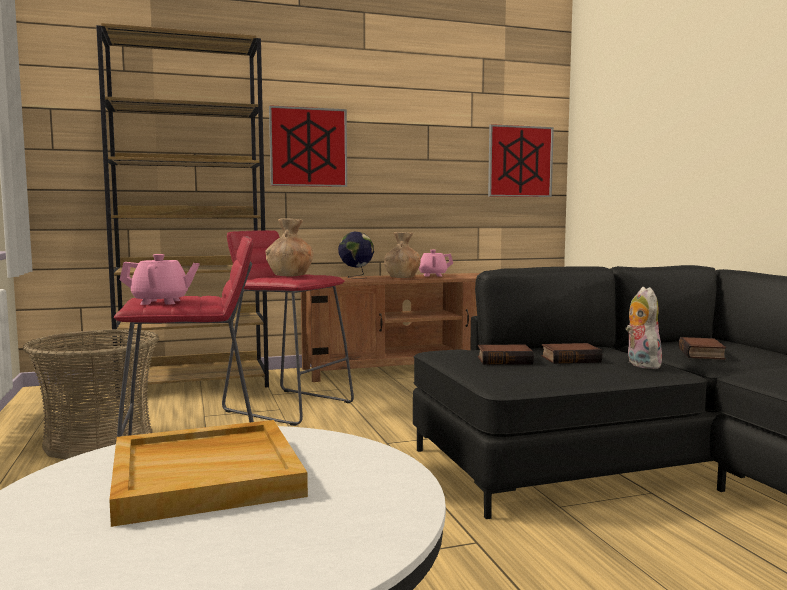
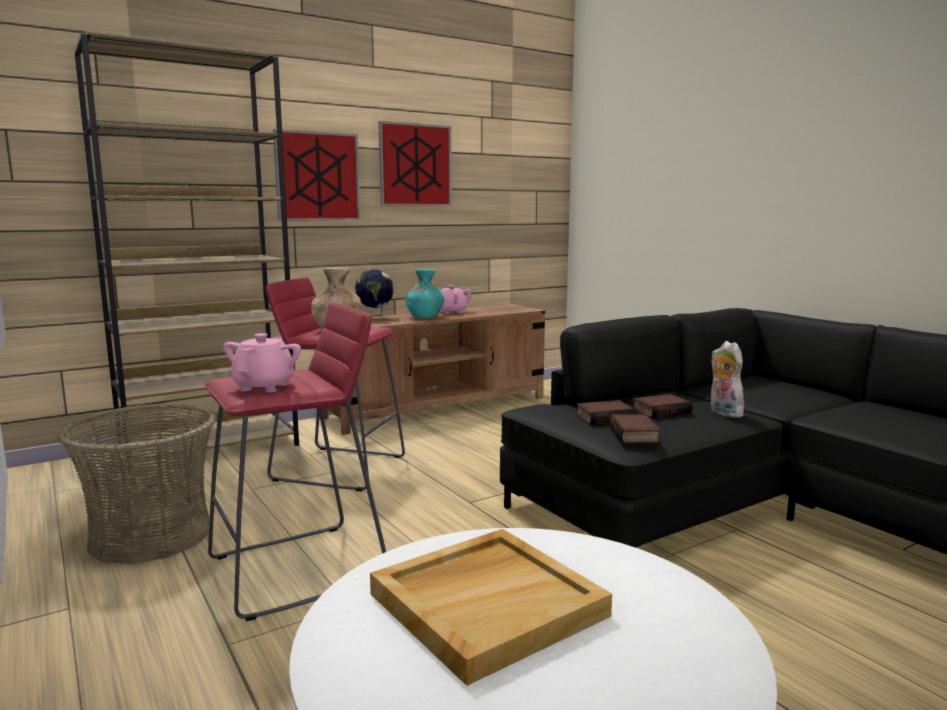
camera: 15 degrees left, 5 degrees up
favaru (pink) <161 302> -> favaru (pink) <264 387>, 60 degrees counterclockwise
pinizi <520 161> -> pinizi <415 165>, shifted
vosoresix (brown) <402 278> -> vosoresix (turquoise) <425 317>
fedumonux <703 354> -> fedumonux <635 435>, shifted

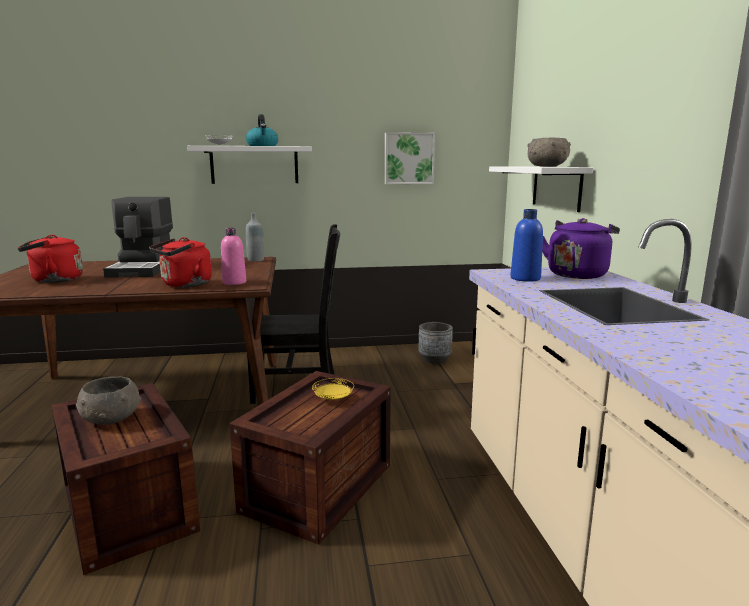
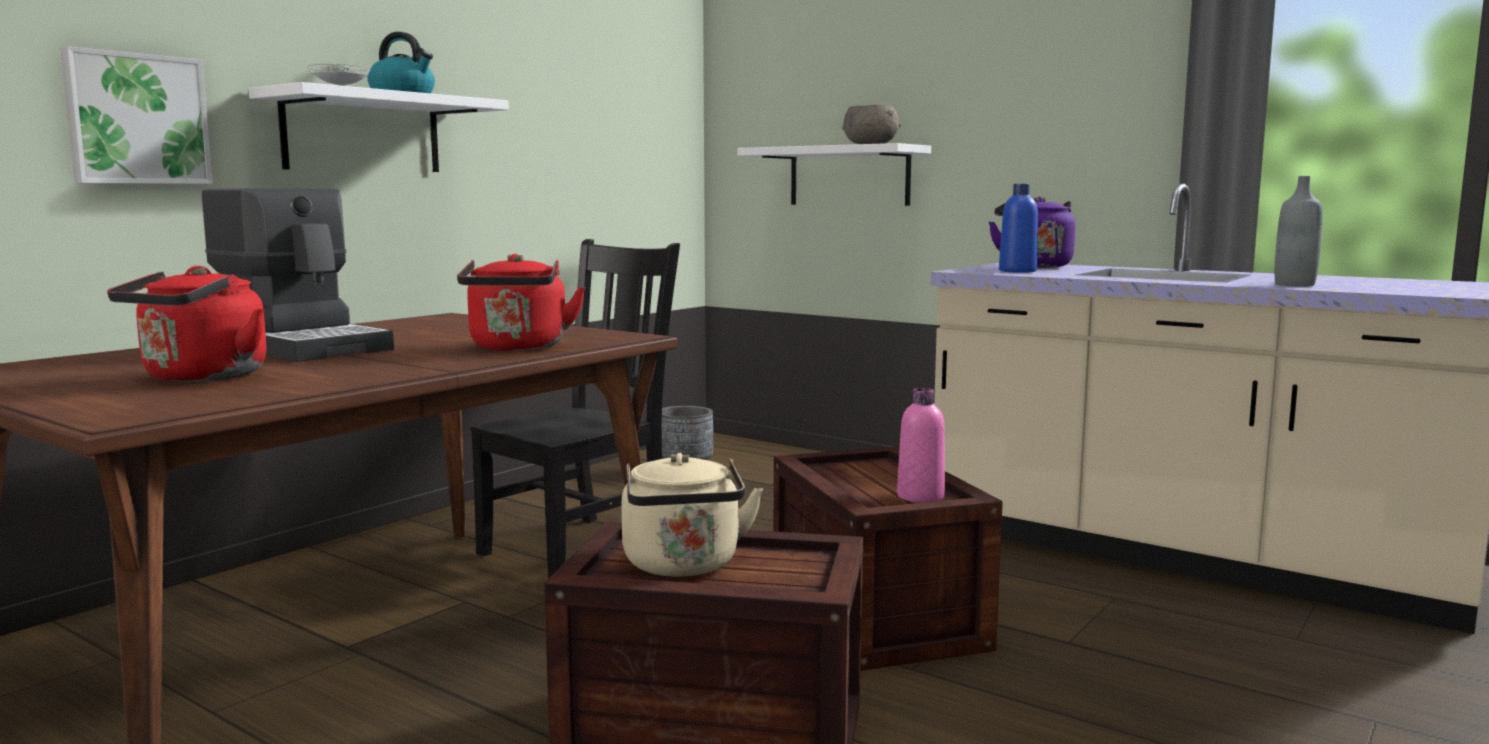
camera: 45 degrees left, 5 degrees down
pinizi <408 158> -> pinizi <136 119>, shifted
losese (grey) <110 419> -> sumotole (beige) <684 566>
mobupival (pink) <234 282> -> mobupival (pink) <920 496>, shifted
mobupival (grey) <256 260> -> mobupival (grey) <1294 285>, shifted
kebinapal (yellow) <333 399> -> none

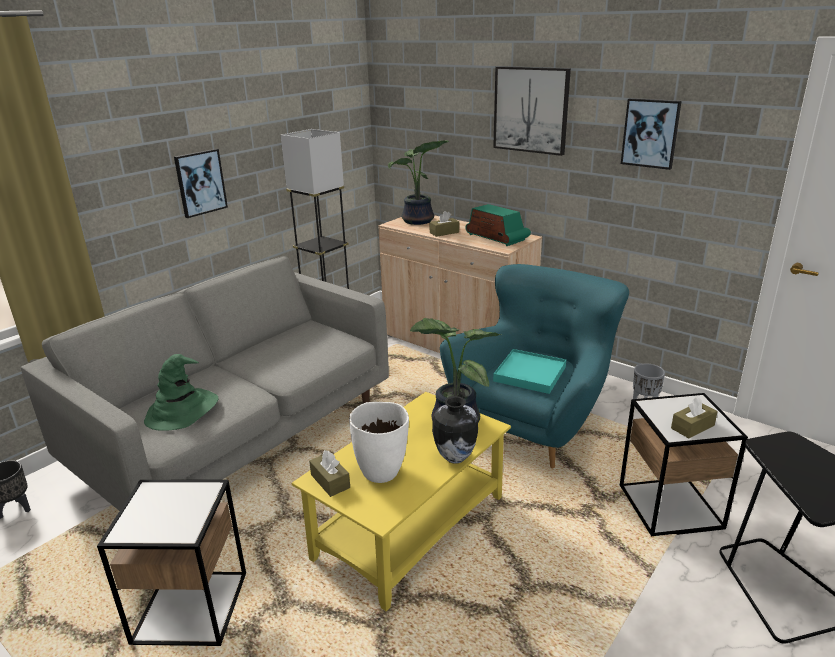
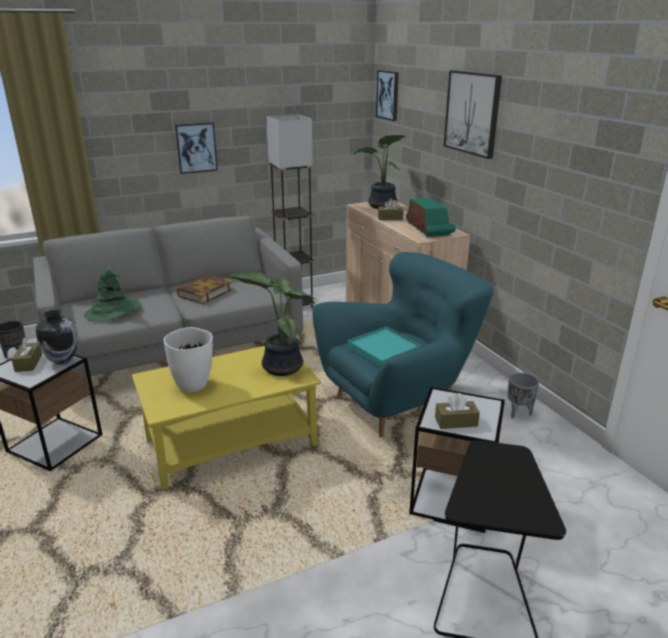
camera: 25 degrees right, 0 degrees up
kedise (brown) <330 481> -> kedise (brown) <28 363>, shifted
vosoresix <454 457> -> vosoresix <63 361>, shifted
none -> fedumonux <205 293>
pinizi <650 133> -> pinizi <388 95>, shifted

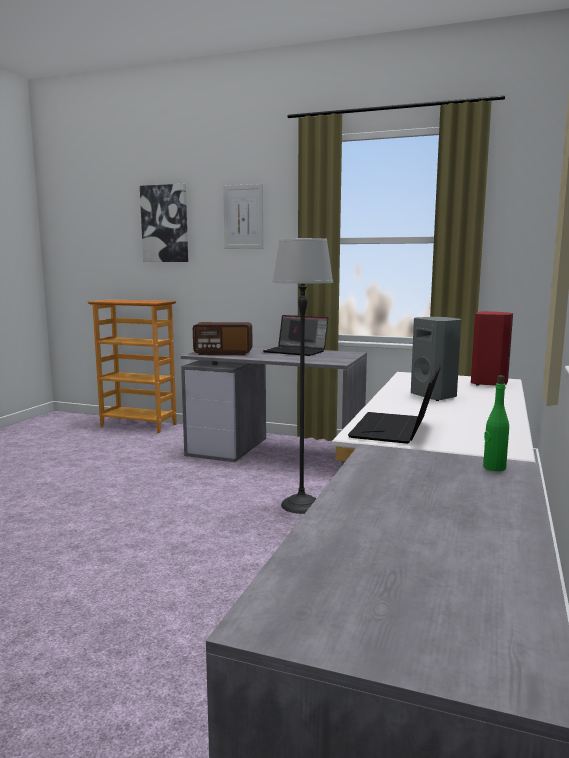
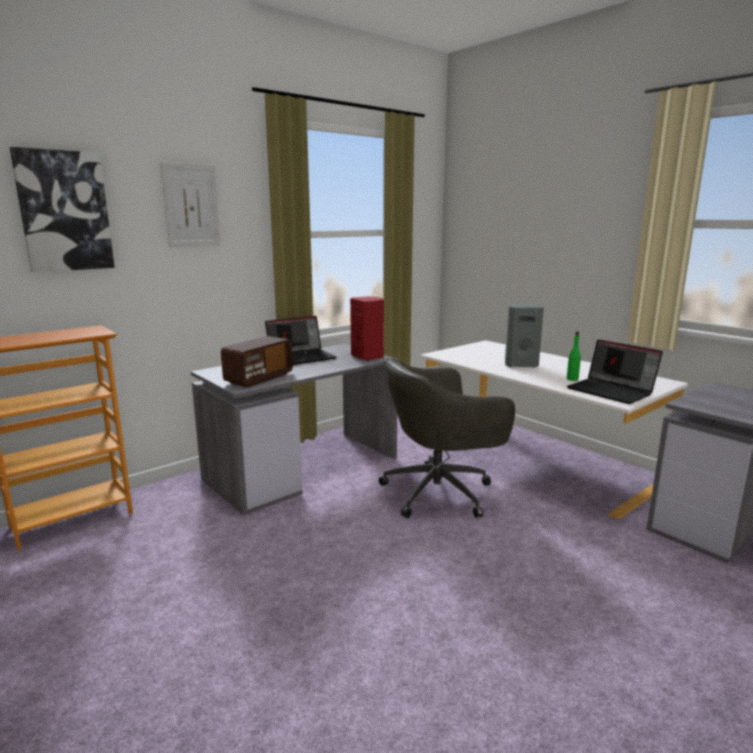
camera: 60 degrees left, 5 degrees up
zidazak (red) <489 383> -> zidazak (red) <368 357>, shifted
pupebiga <301 505> -> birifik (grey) <440 492>
mobupival (green) <494 467> -> mobupival (green) <572 379>, shifted

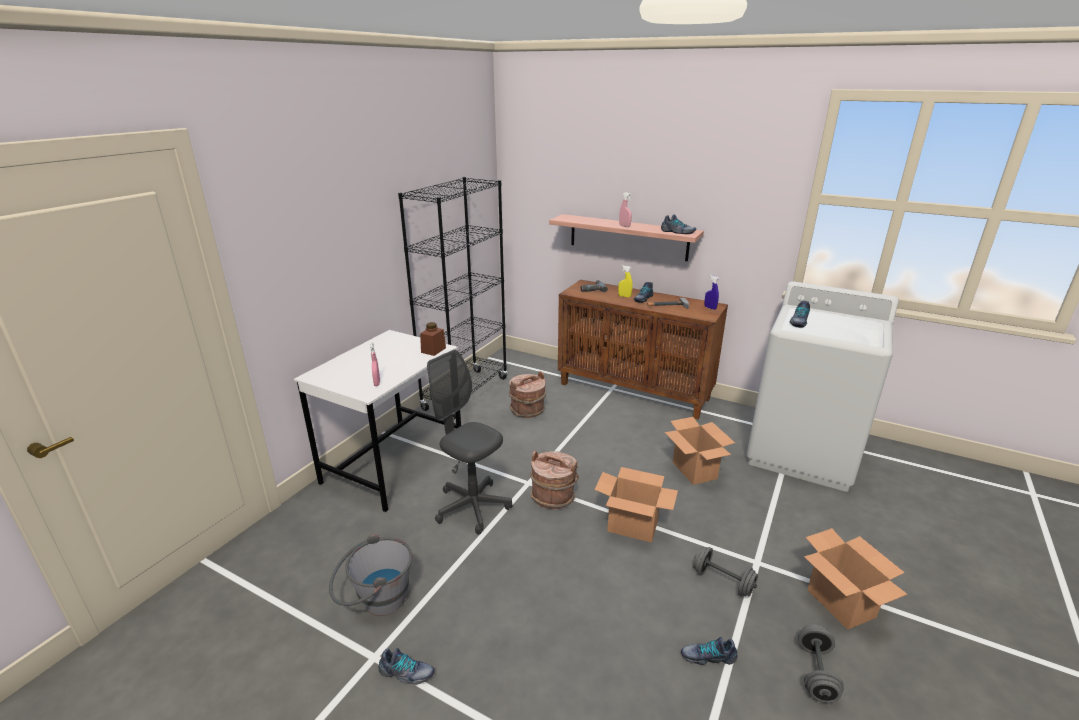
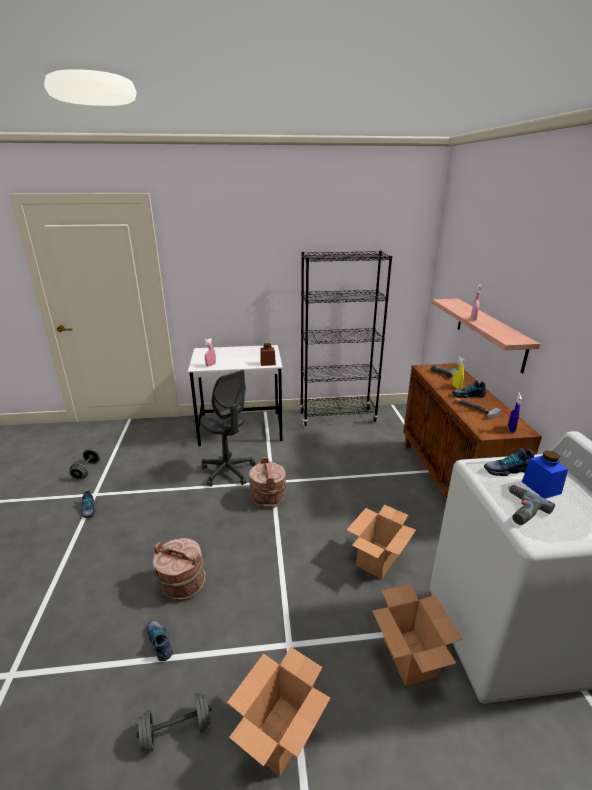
camera: 55 degrees right, 0 degrees up
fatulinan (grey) <722 581> -> fatulinan (grey) <87 470>, shifted
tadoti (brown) <527 410> -> tadoti (brown) <182 585>, shifted
birifik (grey) <472 507> -> birifik (grey) <228 471>, 135 degrees clockwise
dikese <633 526> -> dikese <410 658>, shifted
none -> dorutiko <520 509>
none -> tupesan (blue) <541 487>
tadoti (grey) <375 602> -> none
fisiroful <677 232> -> none

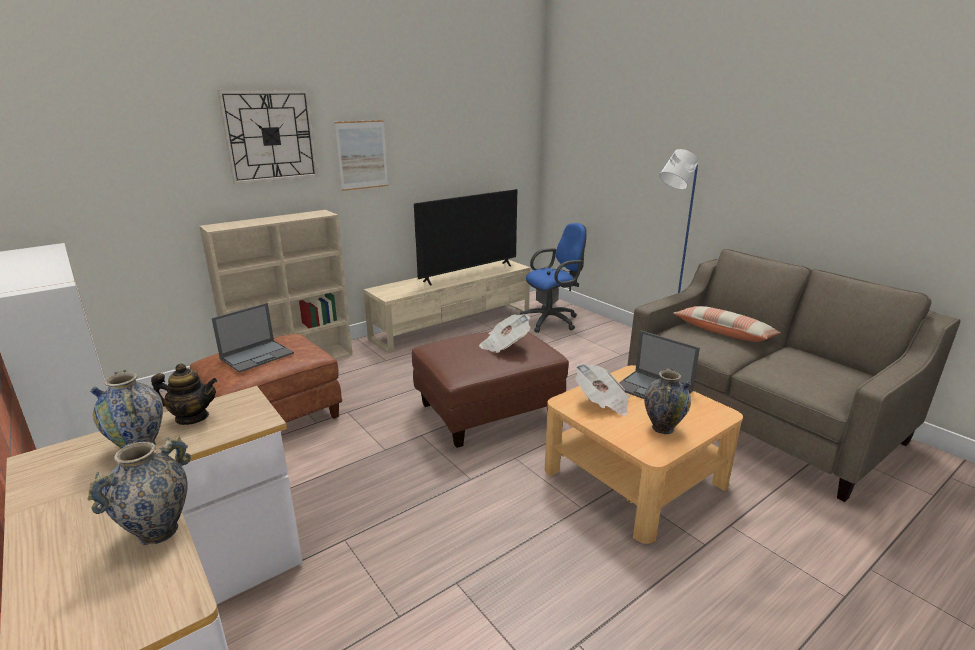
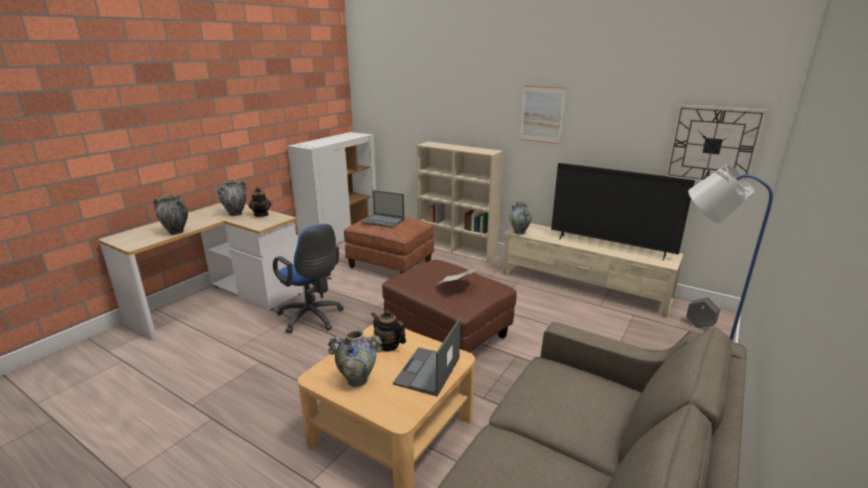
camera: 70 degrees right, 0 degrees up
birifik (blue) <552 321> -> birifik (blue) <312 318>, shifted
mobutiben <602 402> -> favaru <388 345>
none -> vosoresix <519 232>
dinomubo <270 136> -> dinomubo <712 145>, shifted
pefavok <723 333> -> none

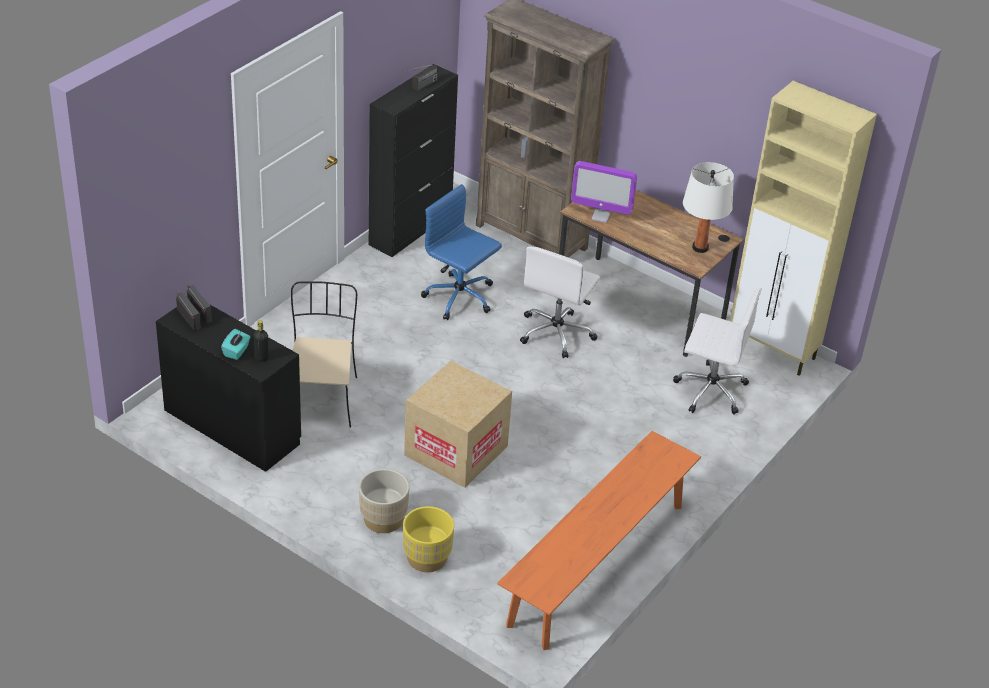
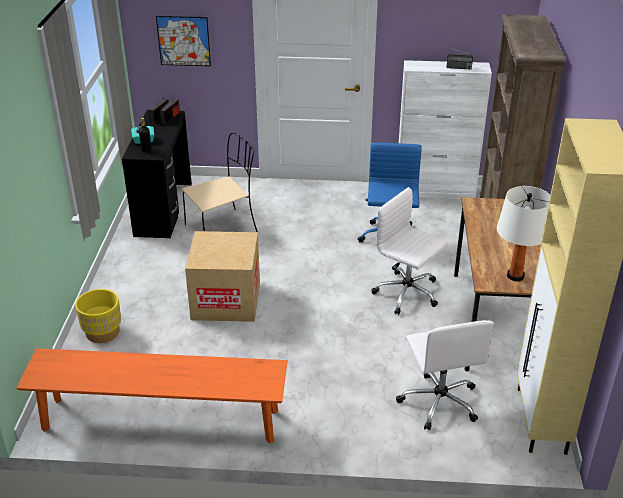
camera: 60 degrees right, 5 degrees down
none -> pinizi <183 41>
birifik (white) <556 333> -> birifik (white) <408 294>, 45 degrees clockwise
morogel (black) <411 229> -> morogel (white) <435 191>
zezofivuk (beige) <383 519> -> none
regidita <600 216> -> none

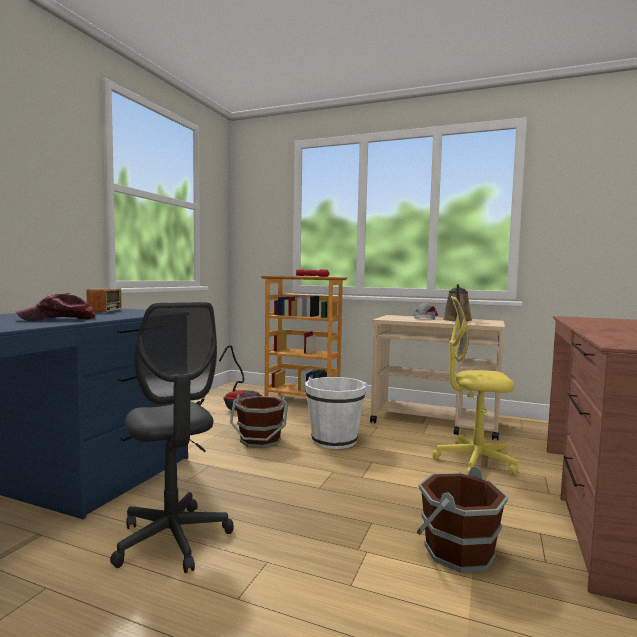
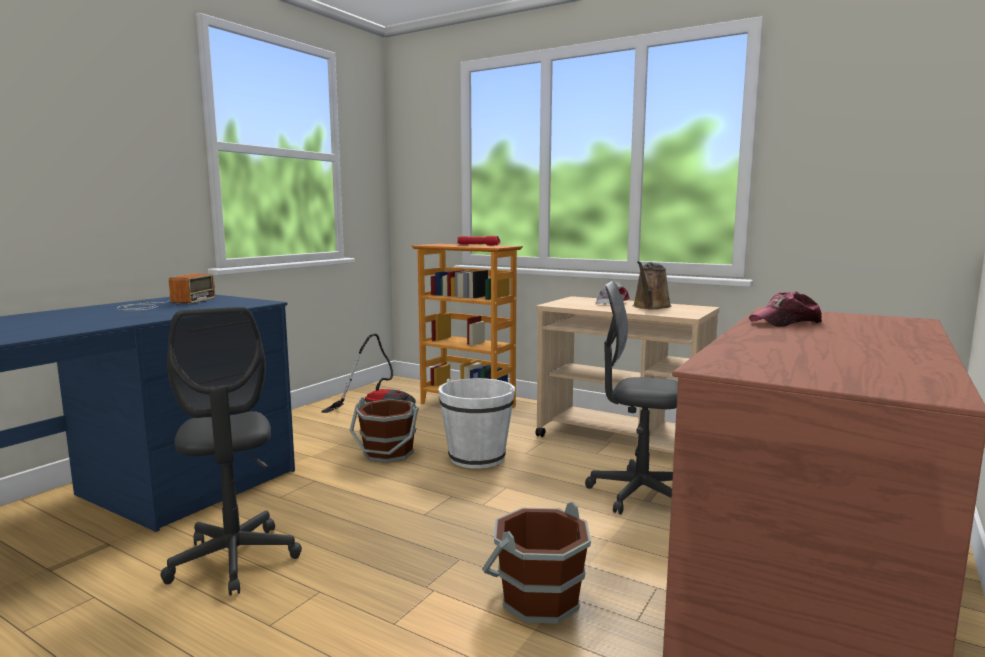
camera: 10 degrees right, 5 degrees up
birifik (yellow) <475 462> -> birifik (grey) <638 494>
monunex <58 319> -> monunex <786 322>, shifted

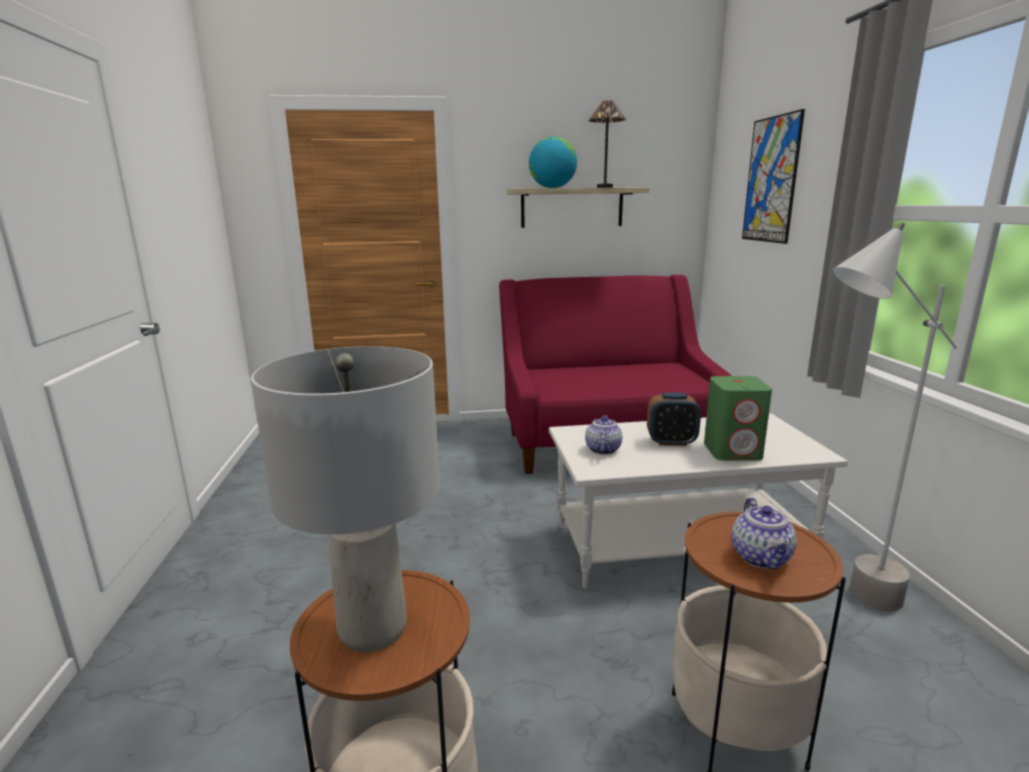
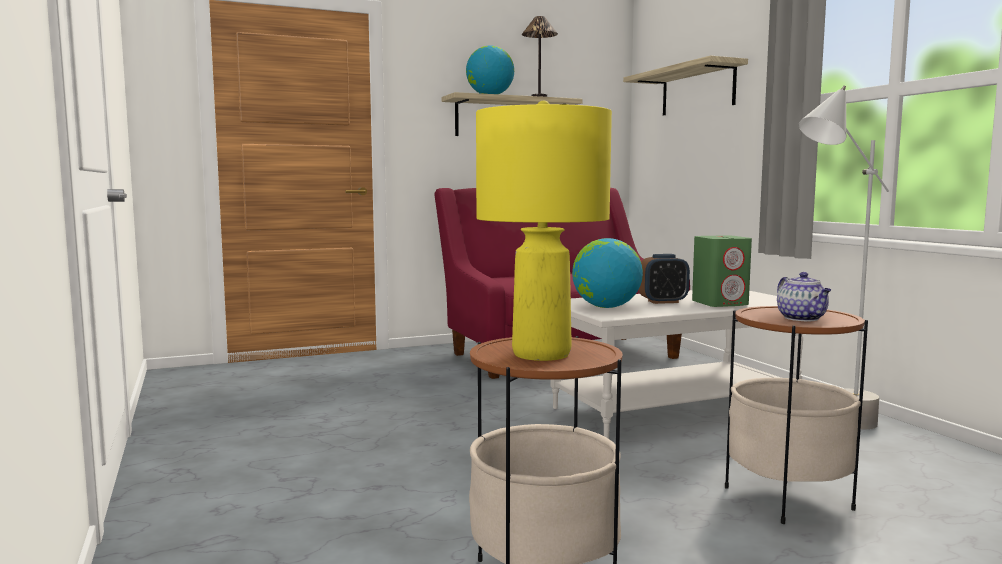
camera: 15 degrees left, 10 degrees down
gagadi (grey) <371 629> -> gagadi (yellow) <540 354>
favaru <602 449> -> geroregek <606 307>
pinizi <771 180> -> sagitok <697 90>

